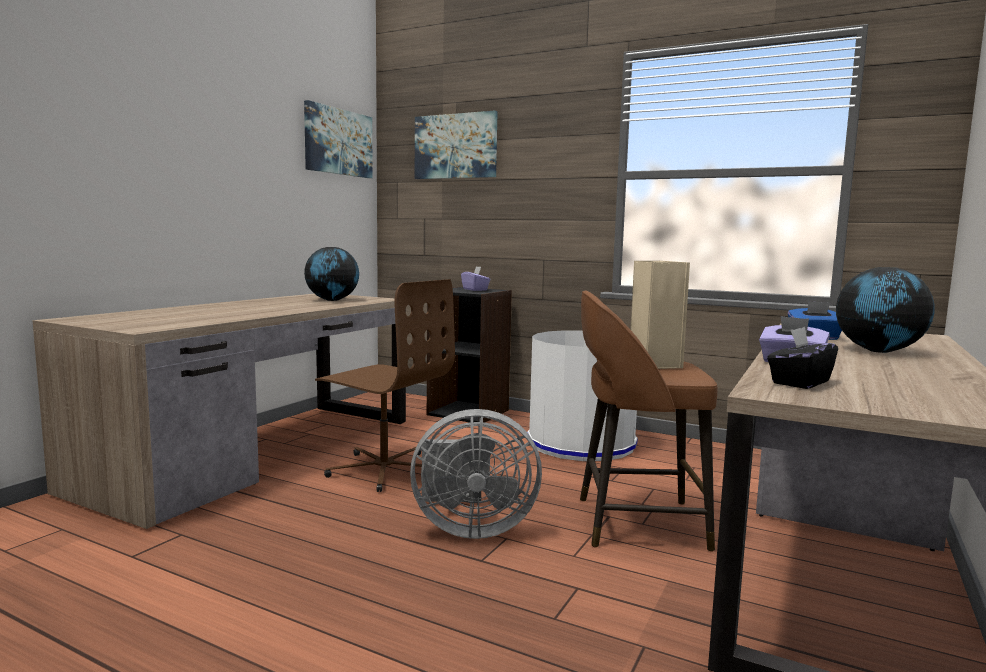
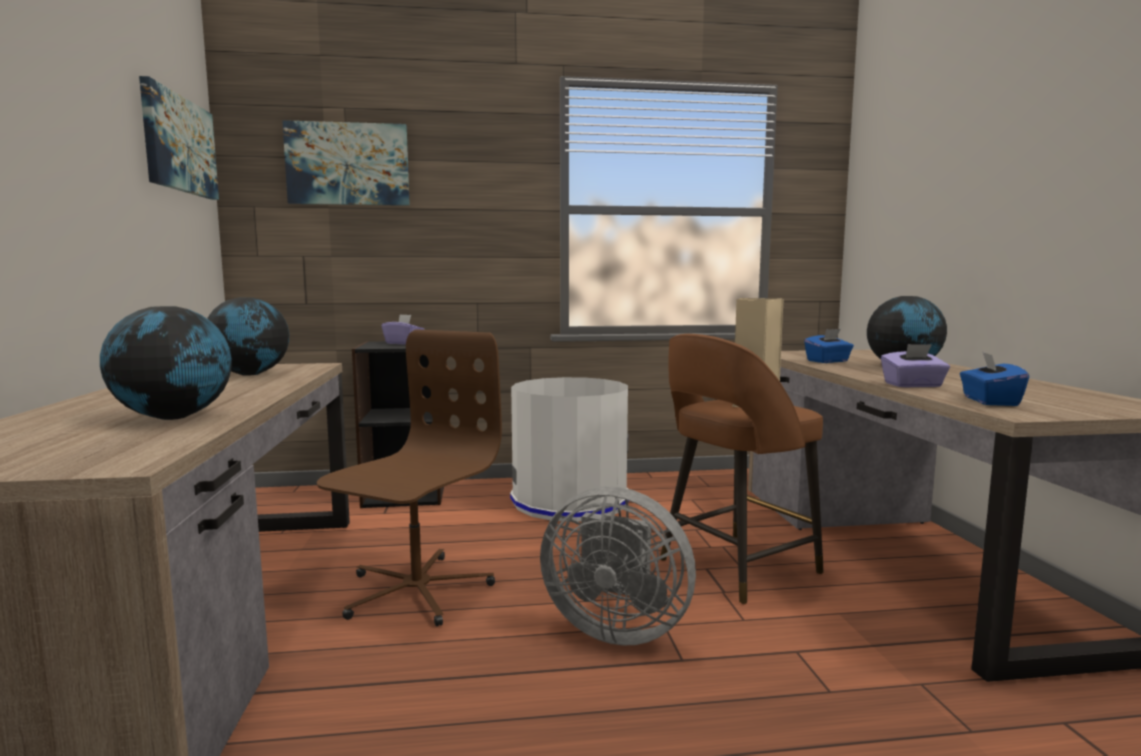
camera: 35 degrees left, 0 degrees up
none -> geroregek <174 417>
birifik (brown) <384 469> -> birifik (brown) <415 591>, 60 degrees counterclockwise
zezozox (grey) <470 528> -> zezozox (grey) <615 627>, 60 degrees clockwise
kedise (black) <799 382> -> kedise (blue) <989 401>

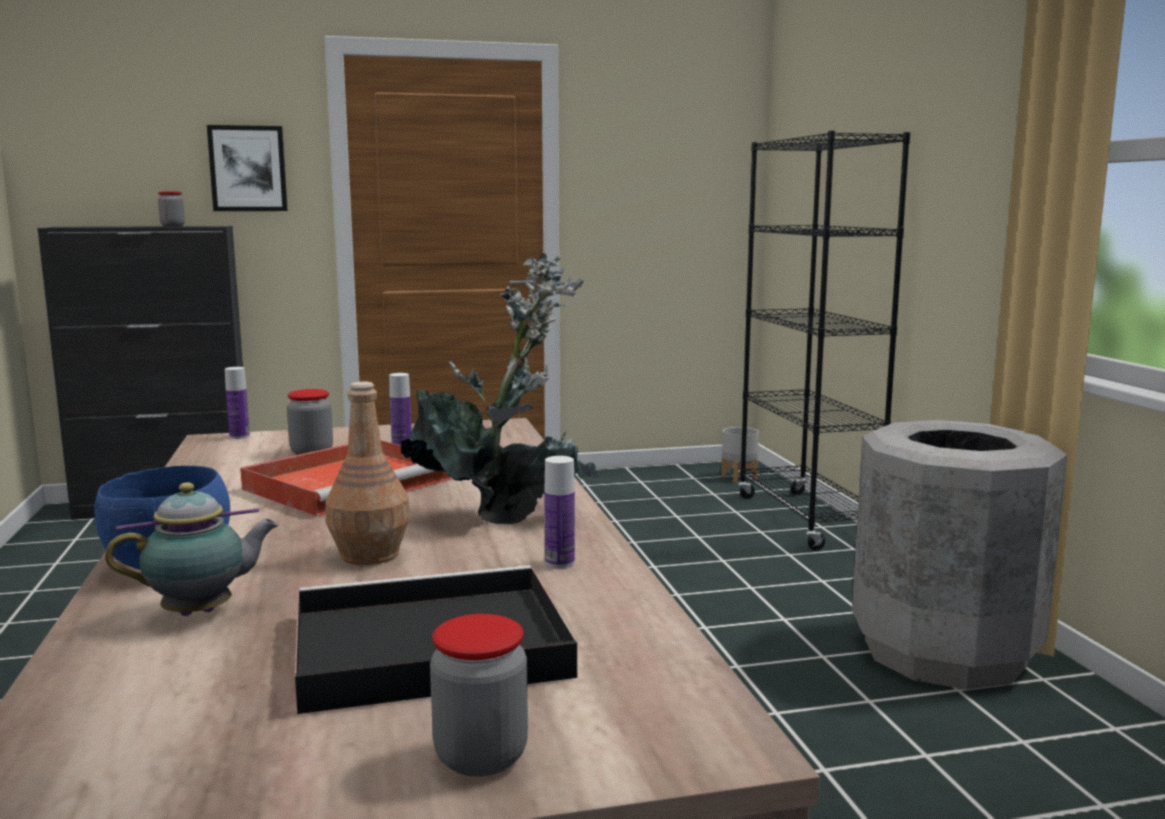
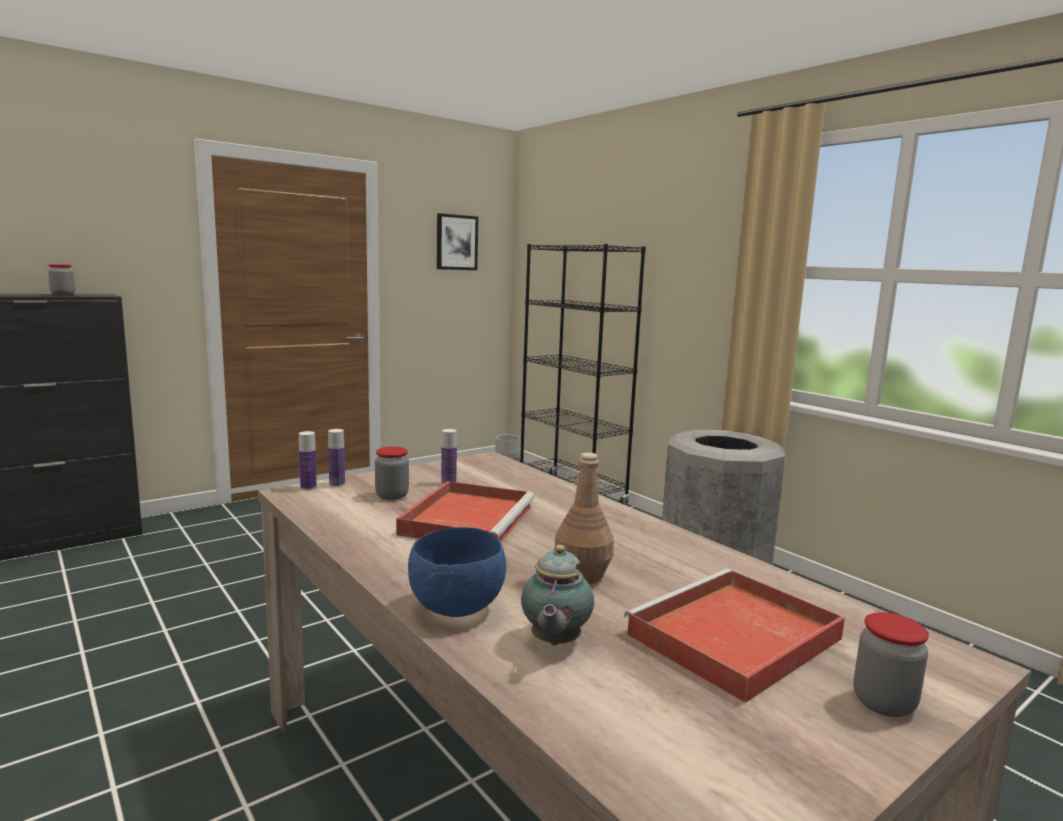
camera: 25 degrees left, 0 degrees up
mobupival <560 562> -> mobupival <337 484>, shifted
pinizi <248 168> -> pinizi <456 242>, shifted
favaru <203 613> -> favaru <554 642>, 150 degrees clockwise
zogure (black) <423 648> -> zogure (red) <732 638>
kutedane <506 514> -> none

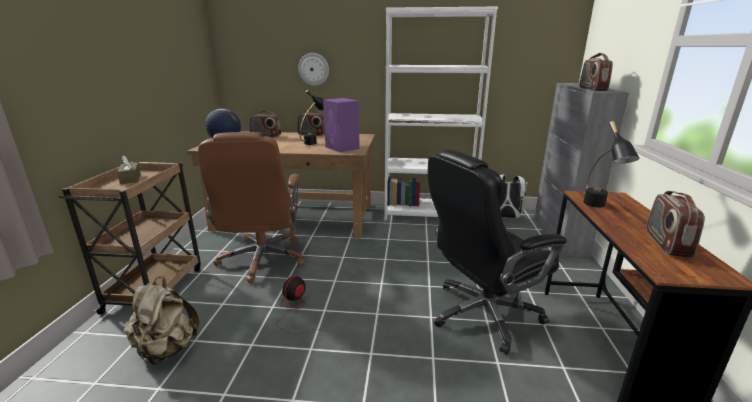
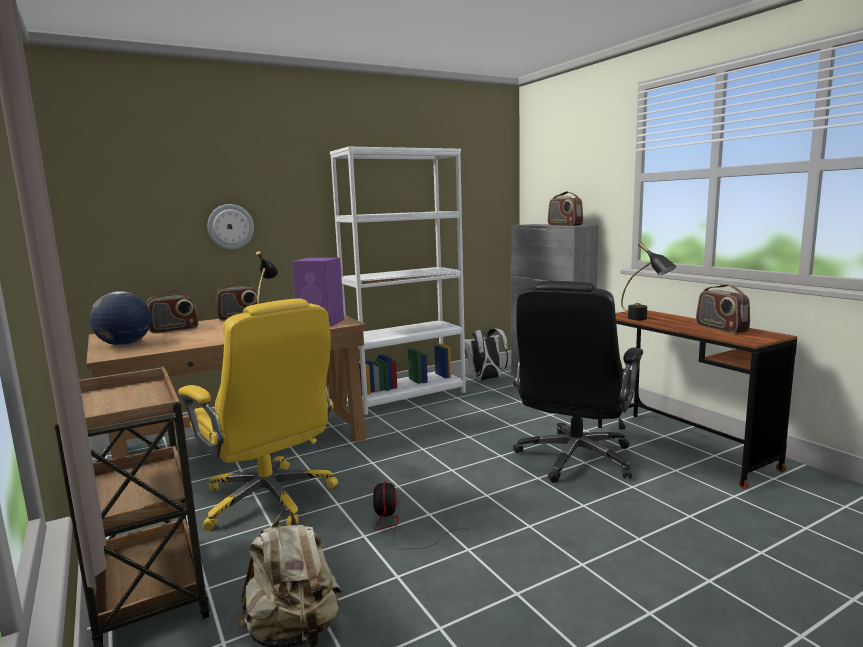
camera: 35 degrees left, 10 degrees down
birifik (brown) <262 259> -> birifik (yellow) <269 500>
kedise (brown) <130 179> -> none

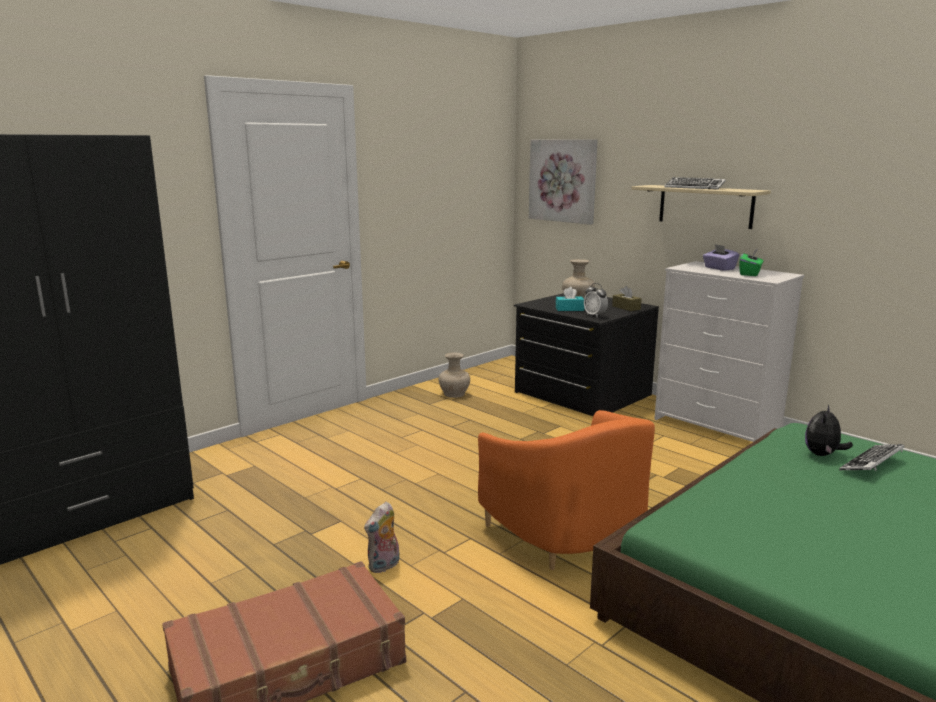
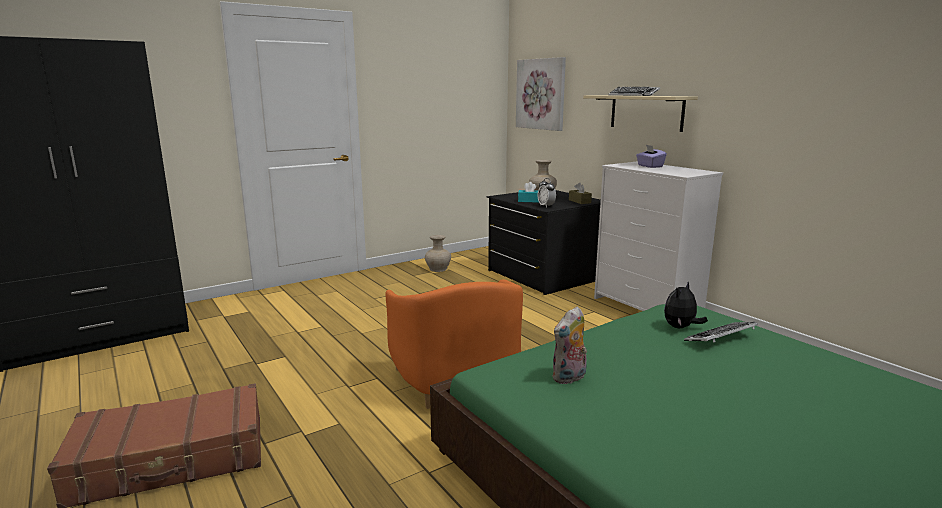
camera: 10 degrees right, 0 degrees up
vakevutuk <384 566> -> vakevutuk <569 378>, shifted
kedise (green) <750 274> -> none

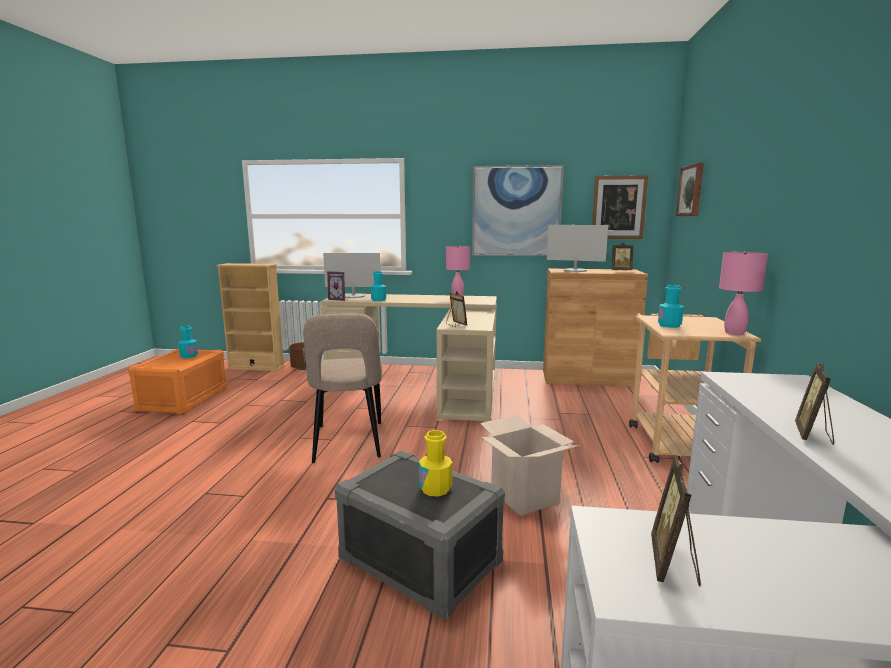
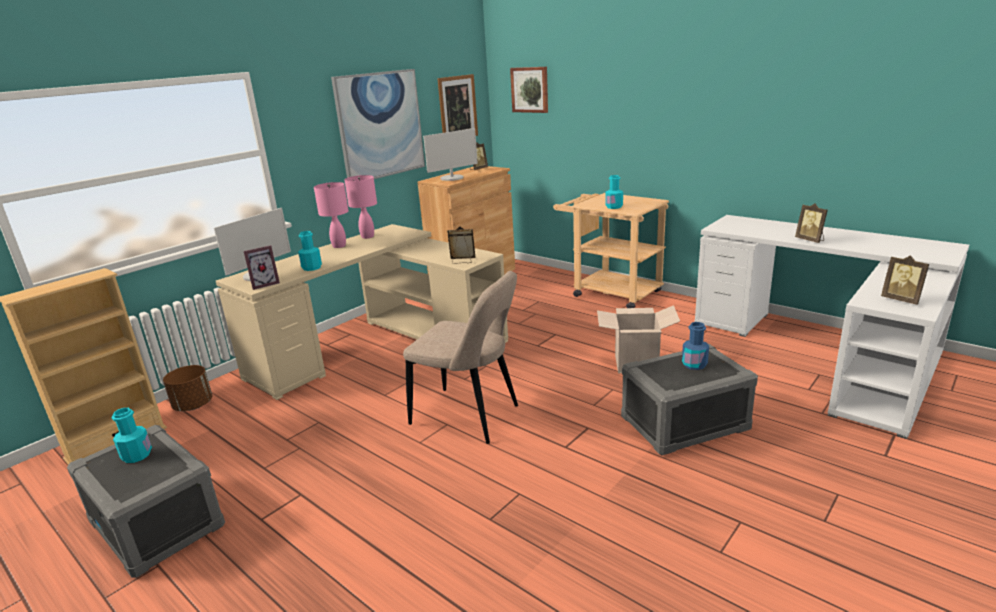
camera: 55 degrees left, 10 degrees up
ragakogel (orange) <183 400> -> ragakogel (grey) <158 523>
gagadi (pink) <733 333> -> gagadi (pink) <338 246>, shifted
mobupival (yellow) <435 489> -> mobupival (blue) <694 364>

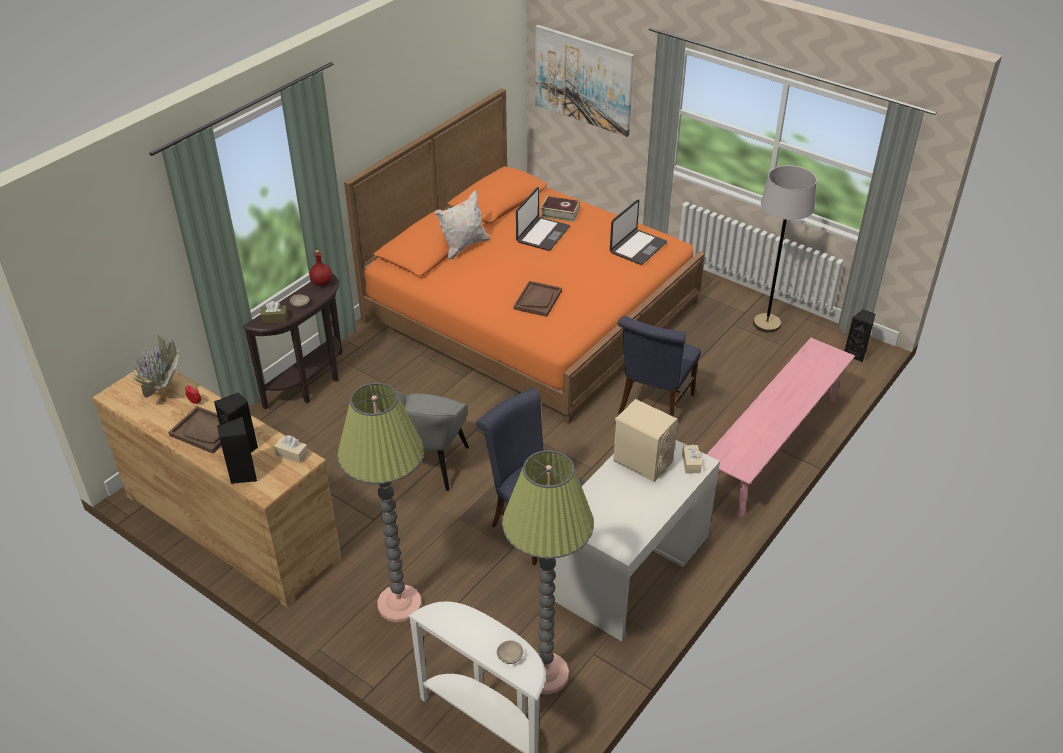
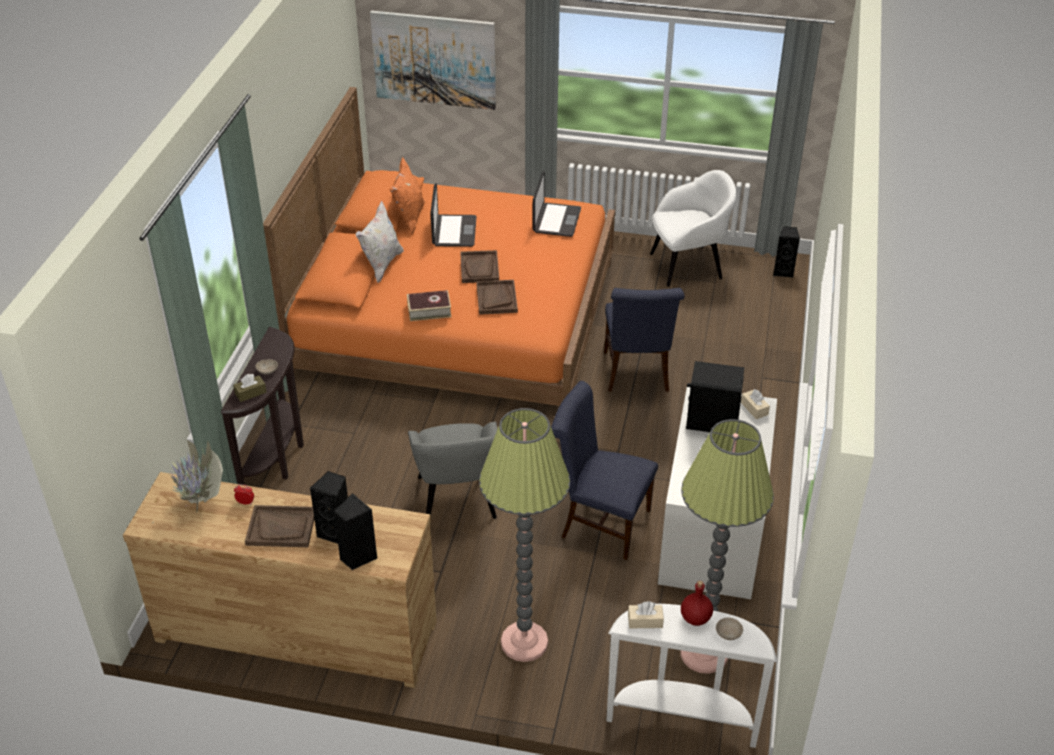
camera: 25 degrees left, 0 degrees up
none -> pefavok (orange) <409 218>
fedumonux <560 213> -> fedumonux <429 310>, shifted
none -> zogure (brown) <479 268>
kedise (beige) <292 454> -> kedise (beige) <645 621>, shifted
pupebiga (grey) <766 324> -> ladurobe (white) <688 265>
mobupival (red) <321 283> -> mobupival (red) <695 618>, shifted
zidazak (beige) <642 462> -> zidazak (black) <711 421>
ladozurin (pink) <774 447> -> none

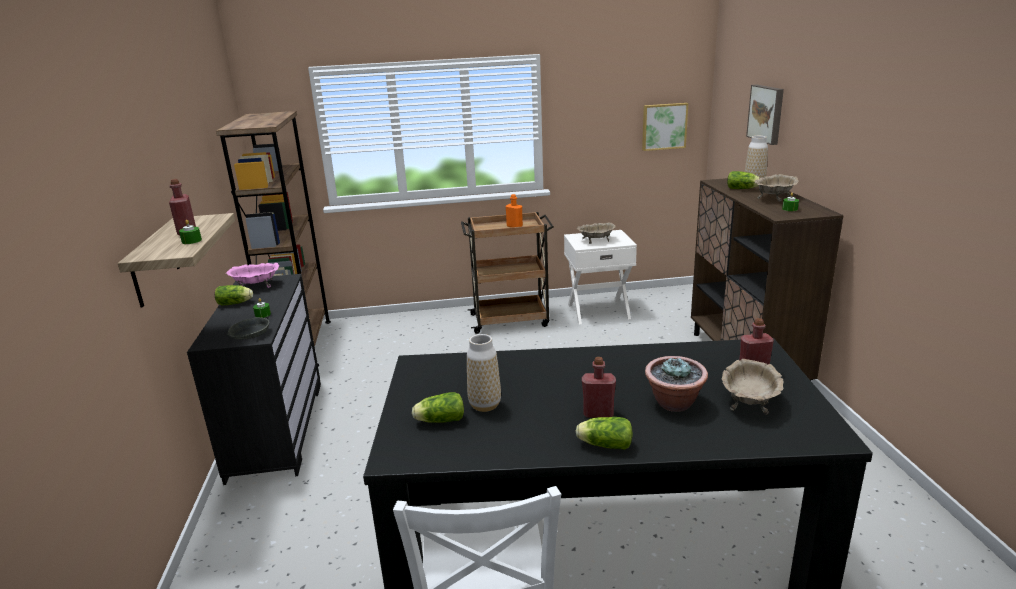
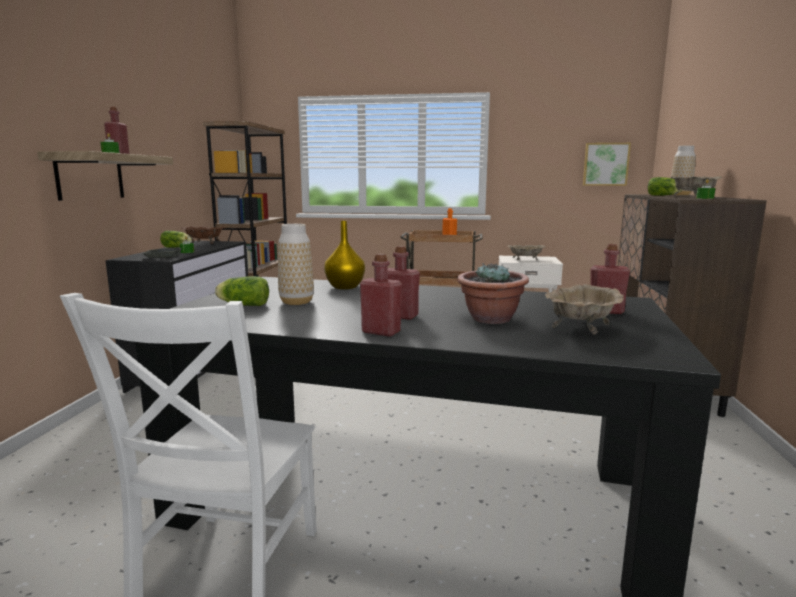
camera: 15 degrees right, 10 degrees down
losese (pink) <256 286> -> losese (brown) <204 243>
none -> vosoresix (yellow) <345 287>
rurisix <603 444> -> mobupival (red) <381 332>
pinizi <767 113> -> none

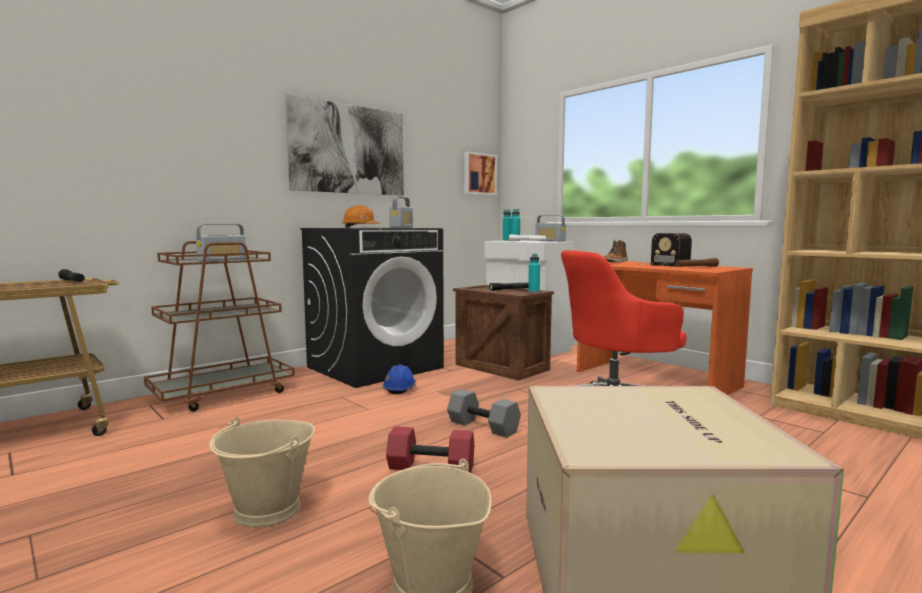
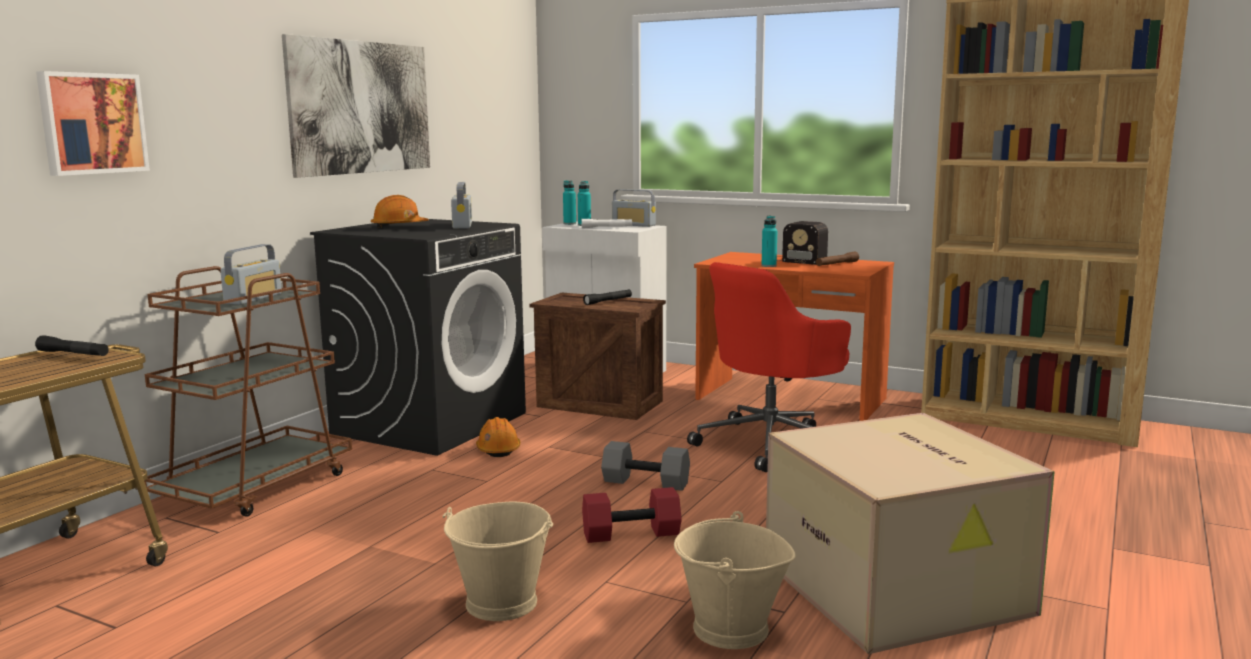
camera: 20 degrees left, 5 degrees up
pinizi <479 174> -> pinizi <92 123>, shifted
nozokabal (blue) <400 389> -> nozokabal (orange) <498 449>
mobupival (turquoise) <534 292> -> mobupival (turquoise) <768 266>, shifted
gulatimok <615 262> -> none

